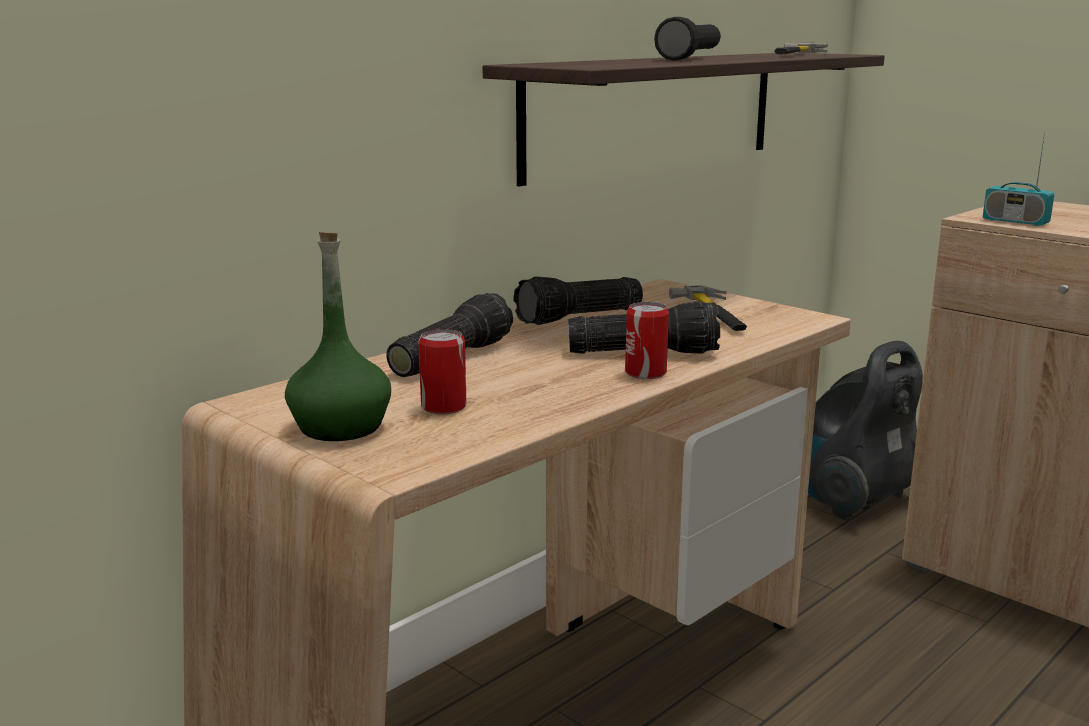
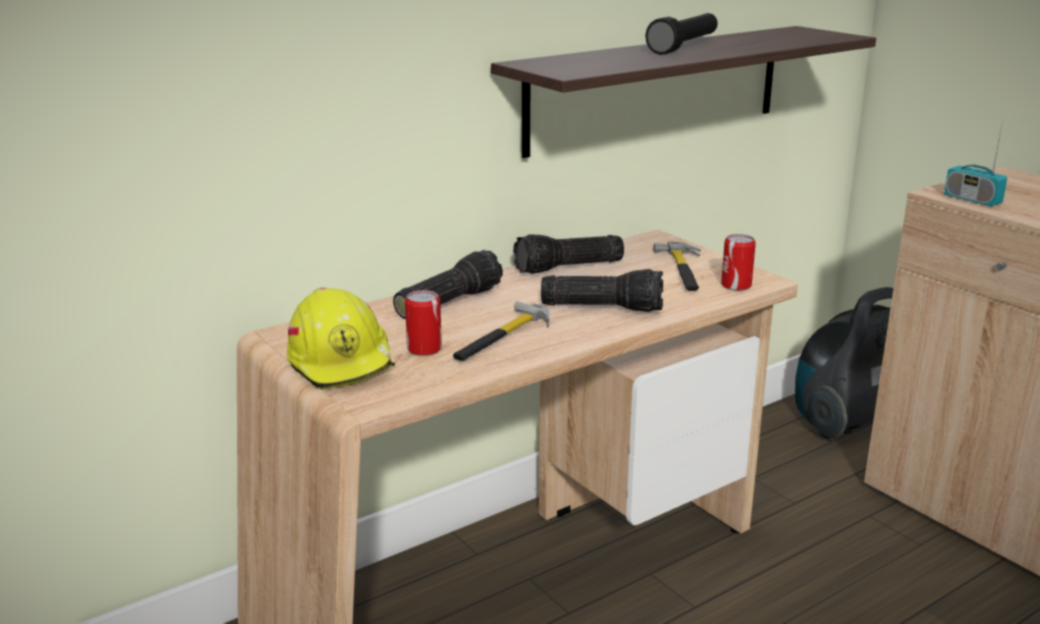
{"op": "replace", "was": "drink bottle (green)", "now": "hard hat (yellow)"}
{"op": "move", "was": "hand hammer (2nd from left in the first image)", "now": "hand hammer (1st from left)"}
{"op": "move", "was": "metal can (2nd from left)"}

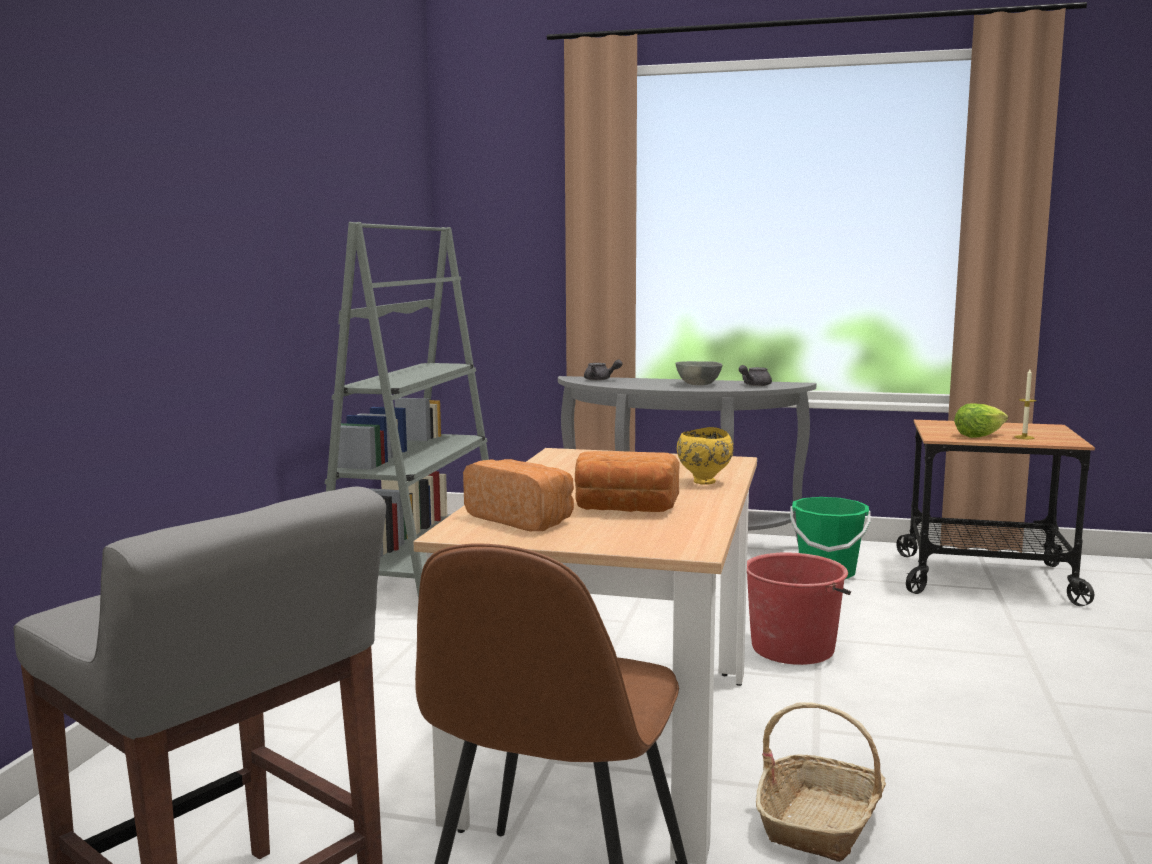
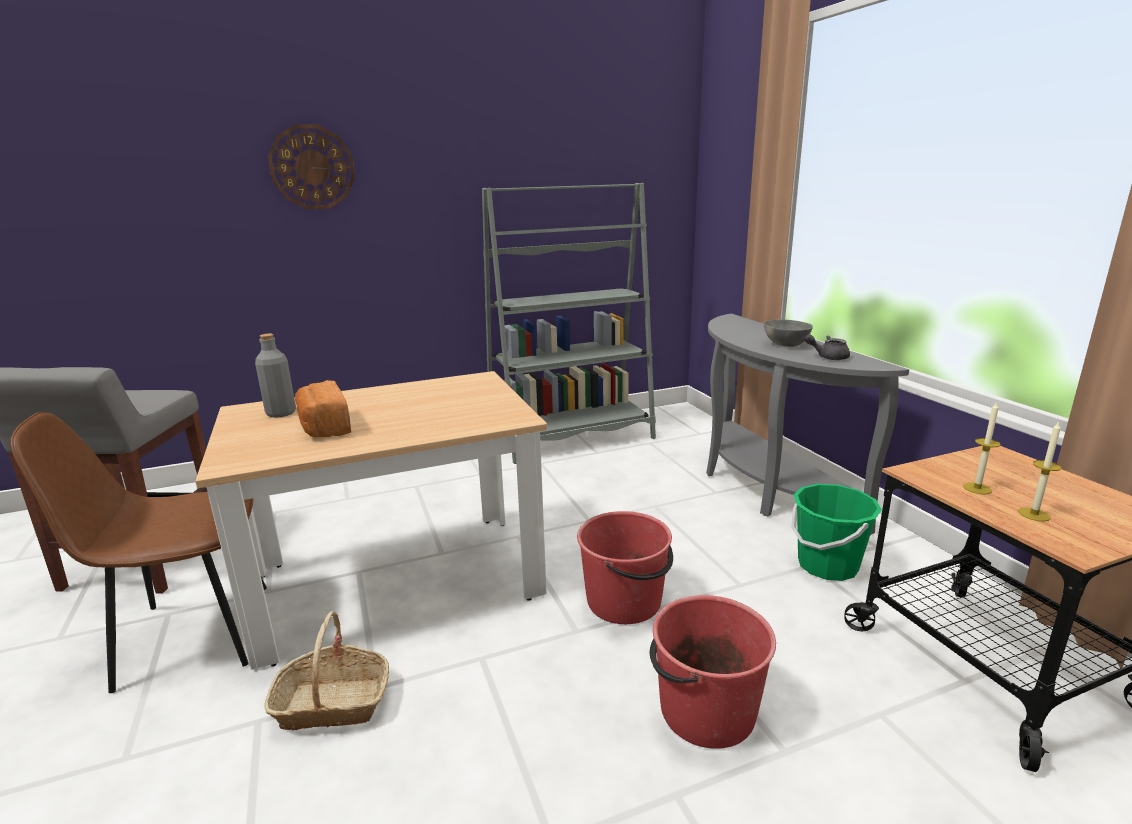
{"op": "replace", "was": "baked bread (1st from left)", "now": "drink bottle (grey)"}
{"op": "insert", "now": "hanging clock"}
{"op": "insert", "now": "bucket (red) (2nd from left)"}
{"op": "replace", "was": "lettuce head", "now": "wax candle (1st from left)"}
{"op": "delete", "was": "teapot (grey) (1st from left)"}
{"op": "delete", "was": "bowl (yellow)"}

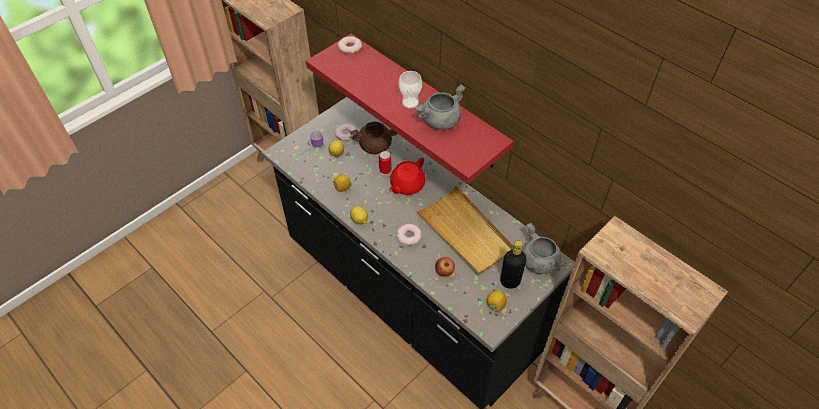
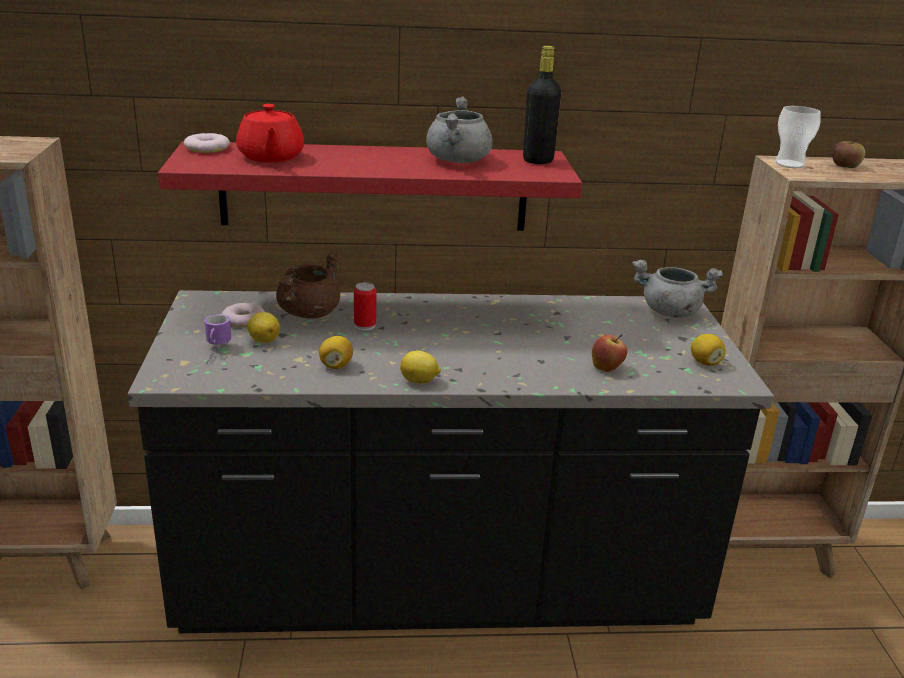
{"op": "move", "was": "teapot (red)"}
{"op": "move", "was": "drink bottle (black-coloured)"}
{"op": "move", "was": "cup"}
{"op": "insert", "now": "whole apple (2nd from left)"}
{"op": "delete", "was": "ring doughnut (3rd from left)"}
{"op": "delete", "was": "carrying tray (beige-coloured)"}

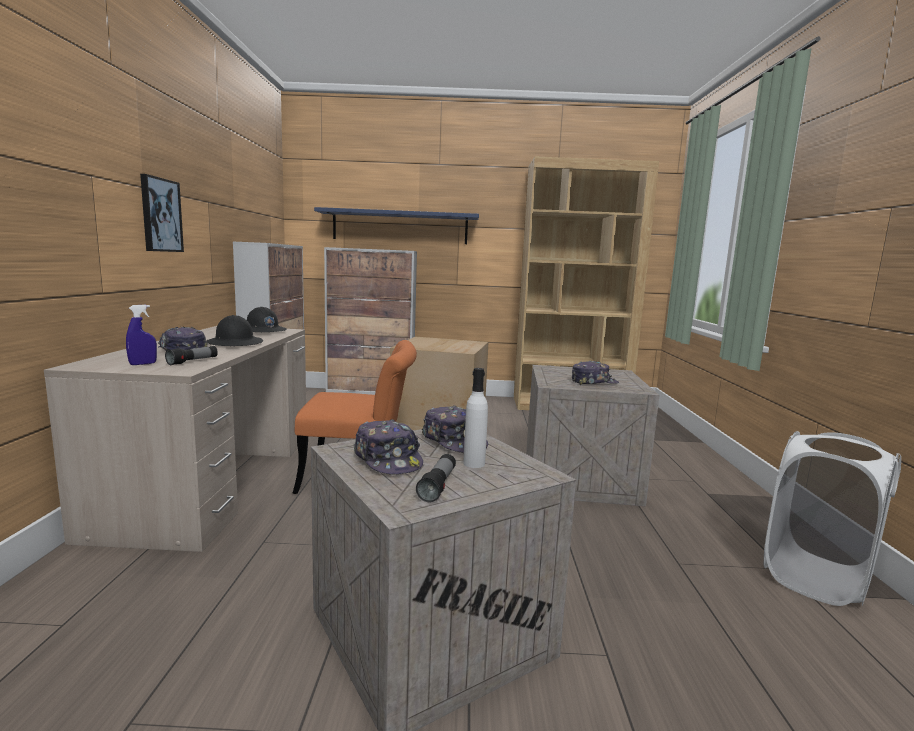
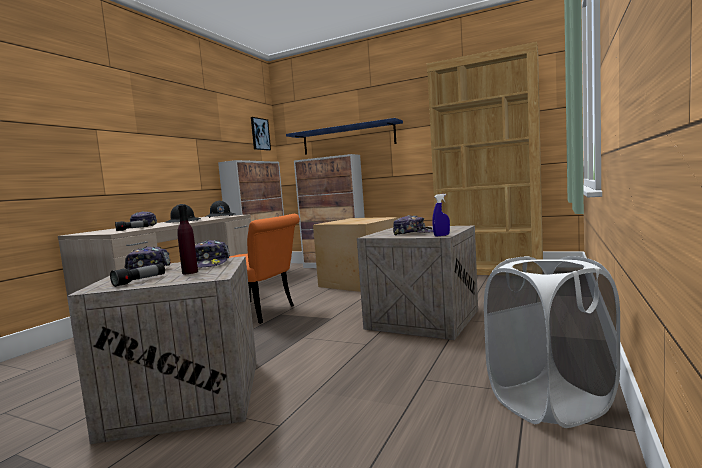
{"op": "recolor", "was": "drink bottle (white-coloured)", "now": "drink bottle (purple-coloured)"}
{"op": "move", "was": "wall picture"}
{"op": "move", "was": "spray bottle (blue)"}

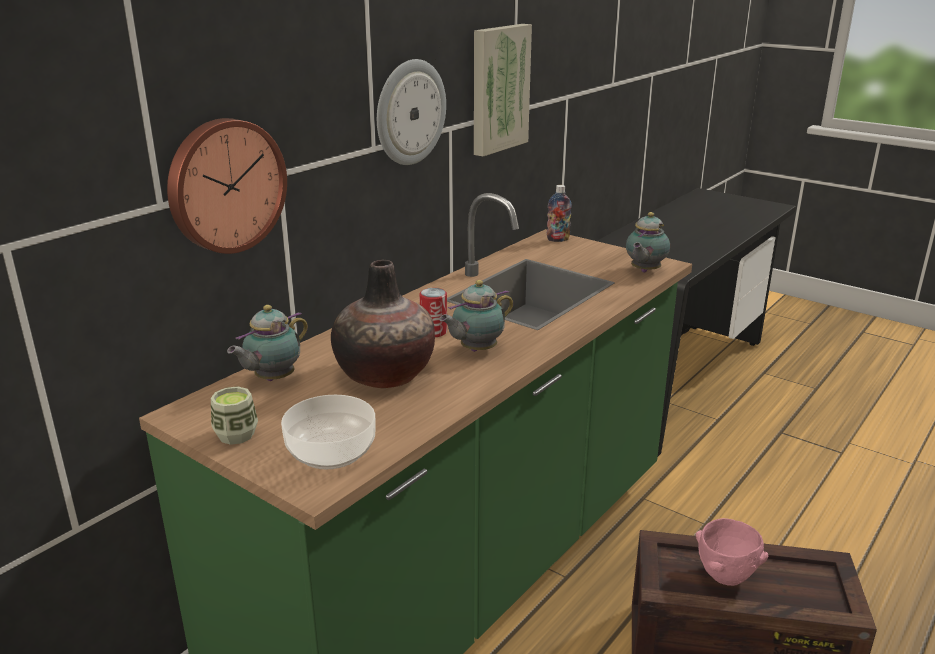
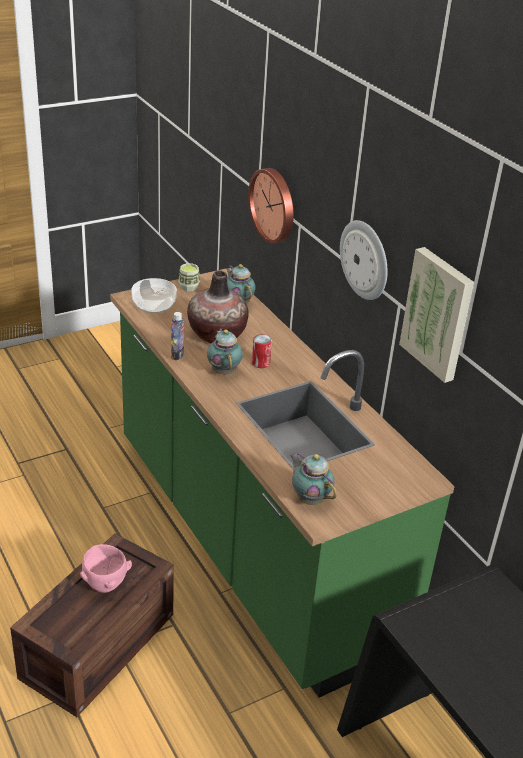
{"op": "move", "was": "drink bottle"}

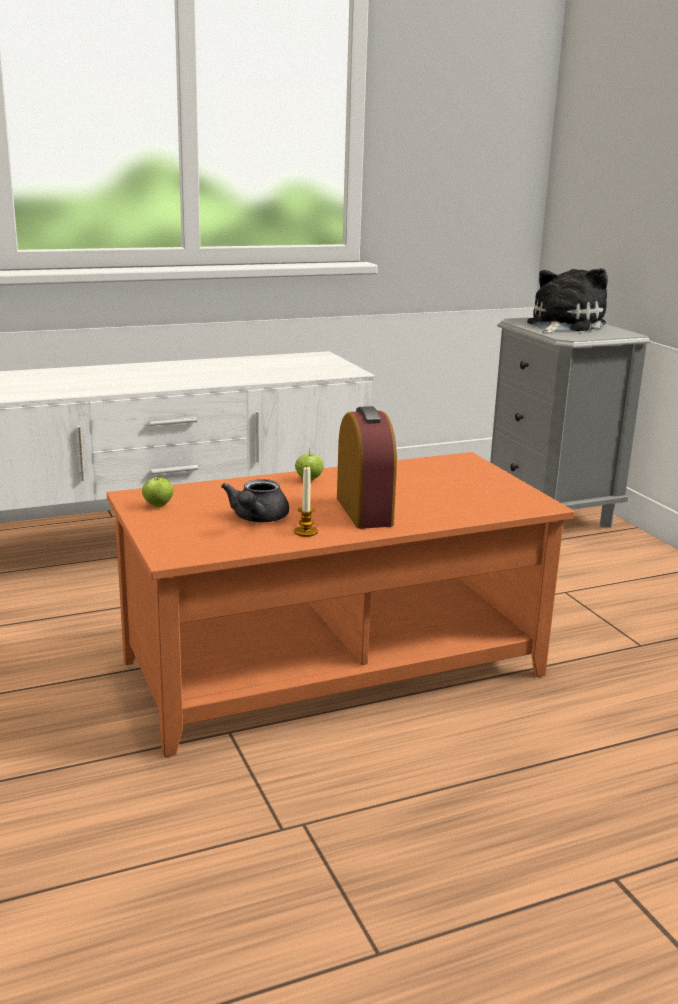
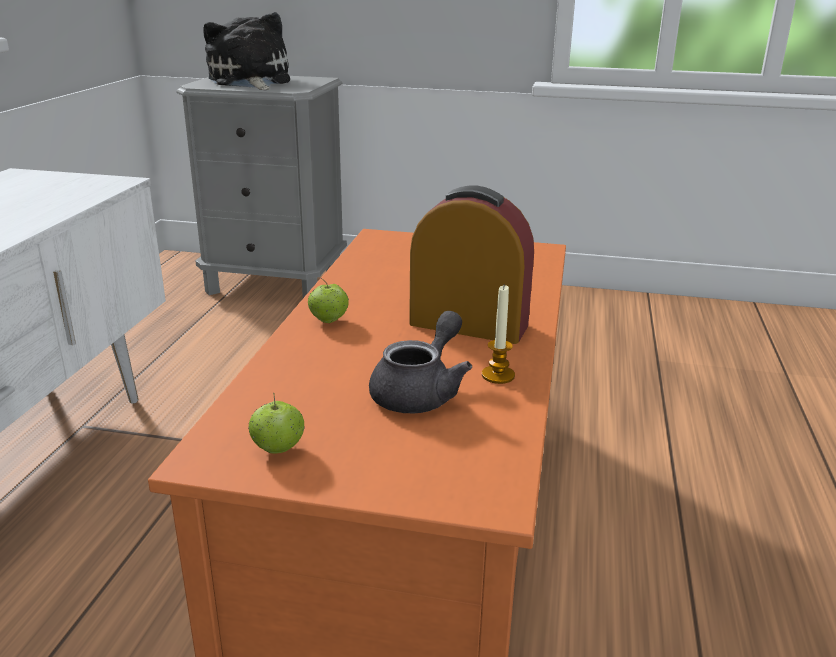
{"op": "rotate", "was": "teapot (grey)", "clockwise": -105}

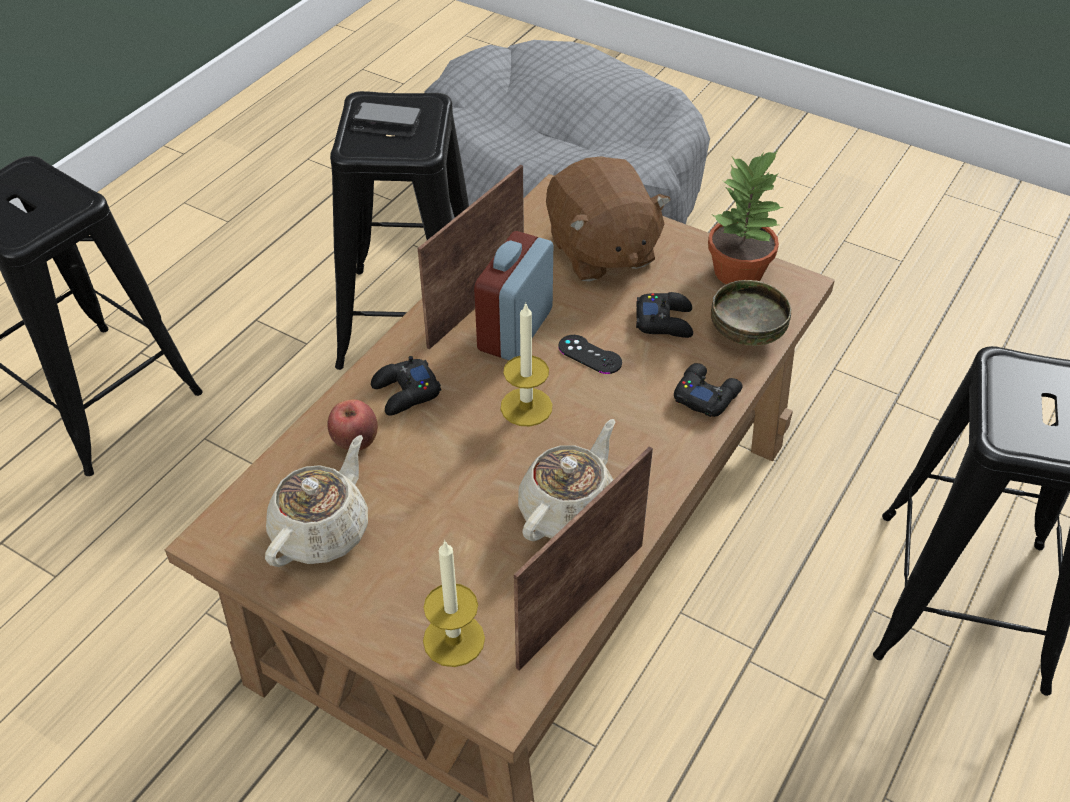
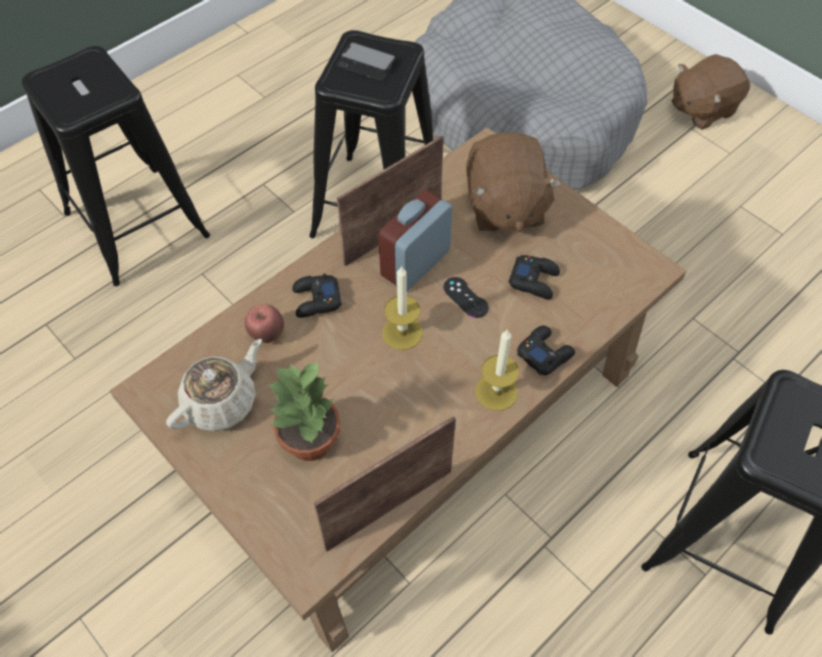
{"op": "move", "was": "houseplant"}
{"op": "move", "was": "wax candle (1st from left in the first image)", "now": "wax candle (2nd from left)"}
{"op": "insert", "now": "soft toy (brown) (2nd from left)"}
{"op": "delete", "was": "teapot (beige-coloured) (2nd from left)"}
{"op": "delete", "was": "bowl"}

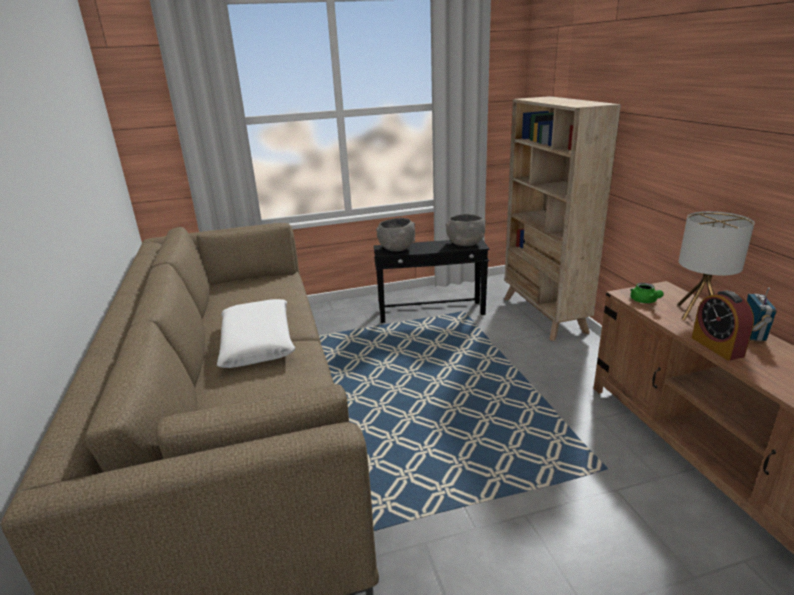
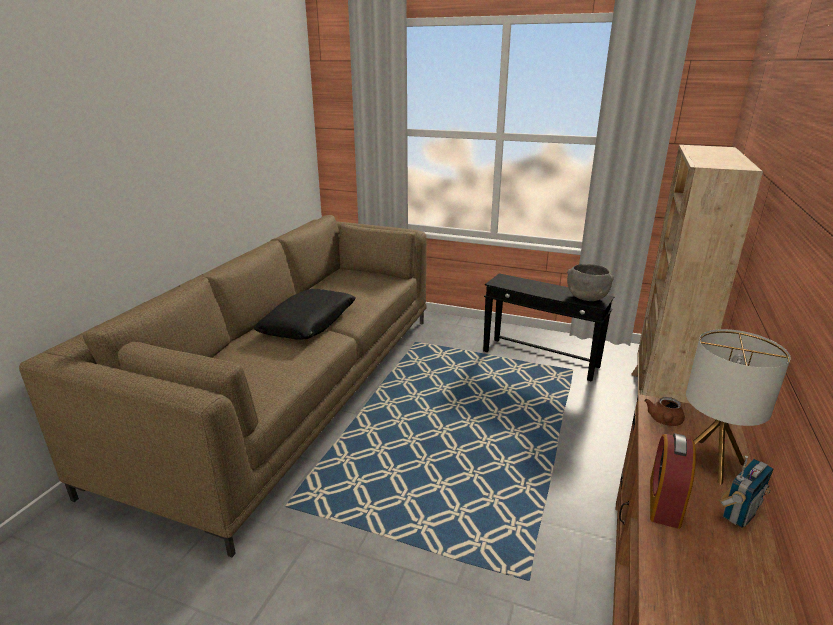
{"op": "recolor", "was": "cushion (white-coloured)", "now": "cushion (black-coloured)"}
{"op": "recolor", "was": "teapot (green)", "now": "teapot (brown)"}
{"op": "delete", "was": "bowl (grey) (1st from left)"}

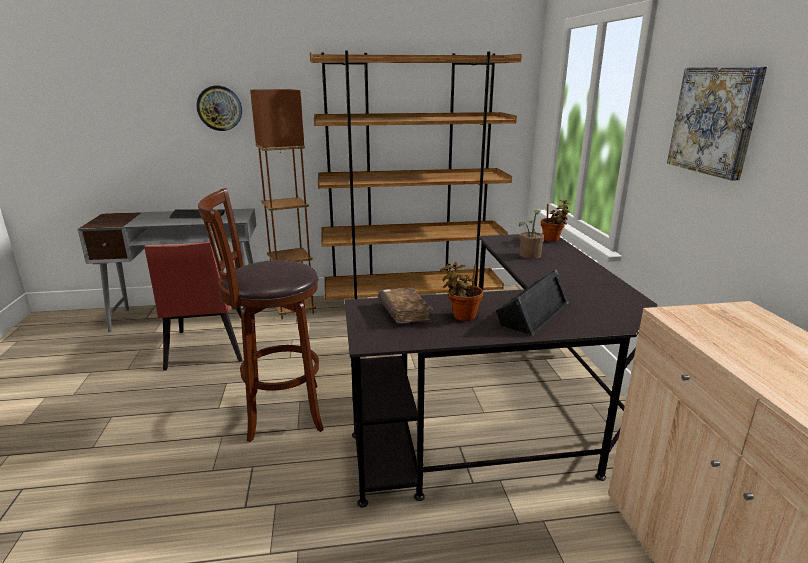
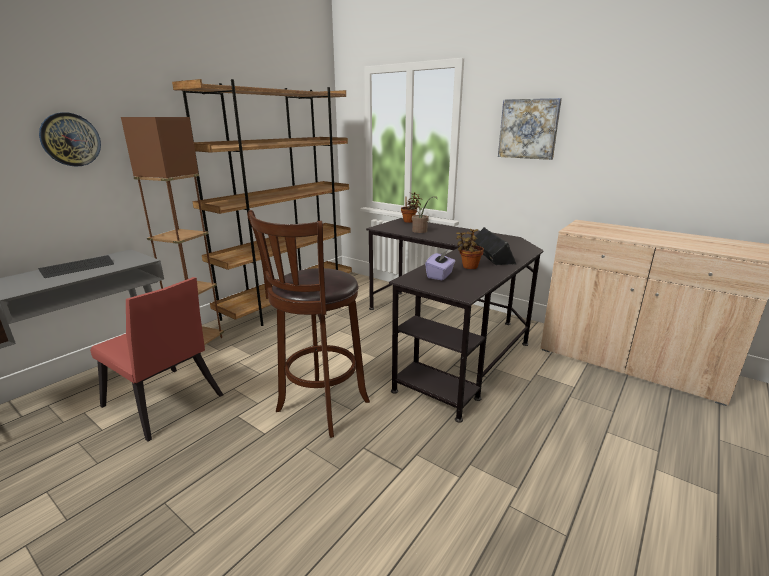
{"op": "replace", "was": "bound book (brown)", "now": "box of tissues (purple-coloured)"}

